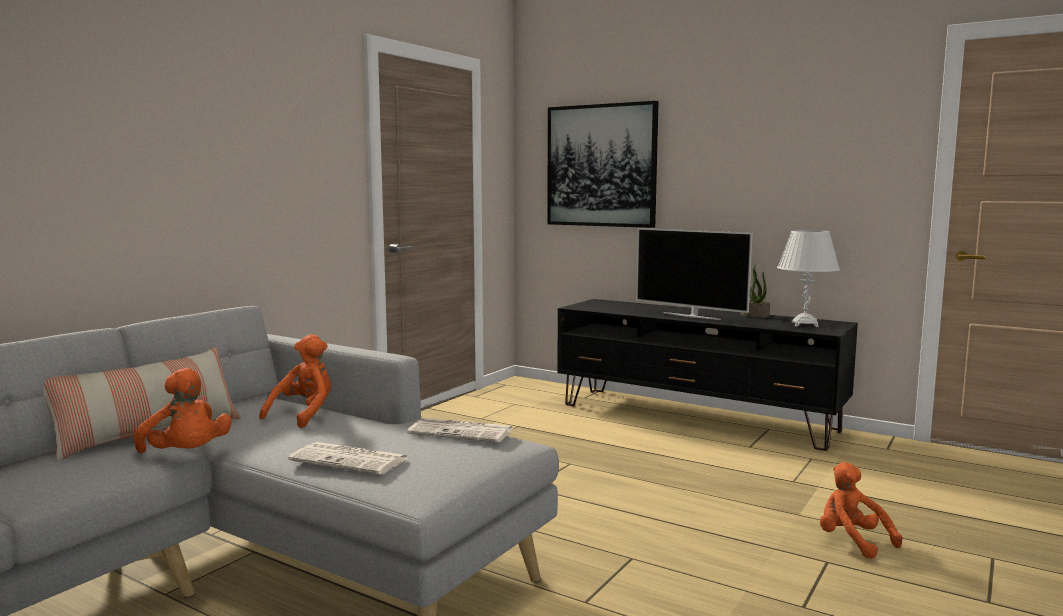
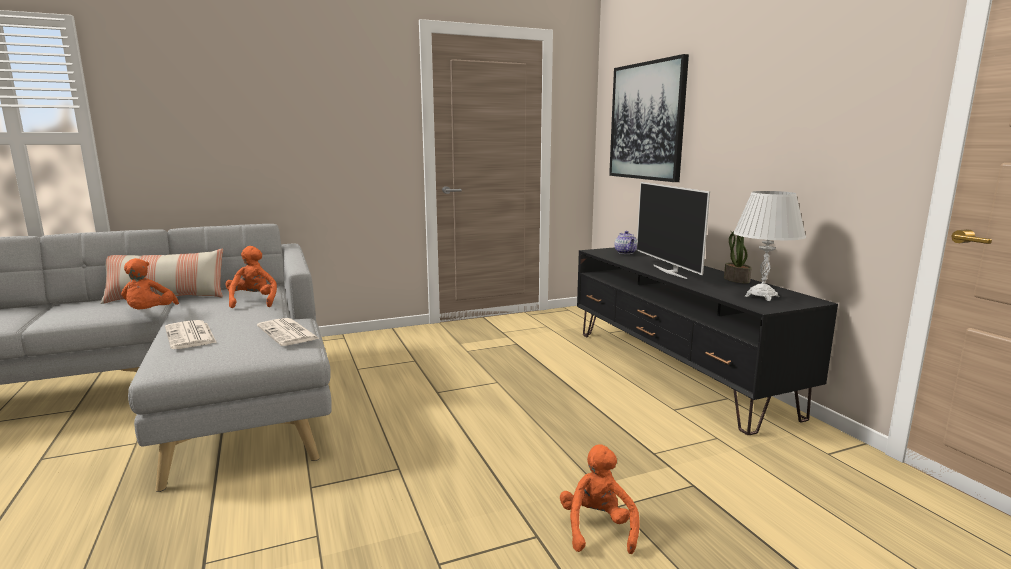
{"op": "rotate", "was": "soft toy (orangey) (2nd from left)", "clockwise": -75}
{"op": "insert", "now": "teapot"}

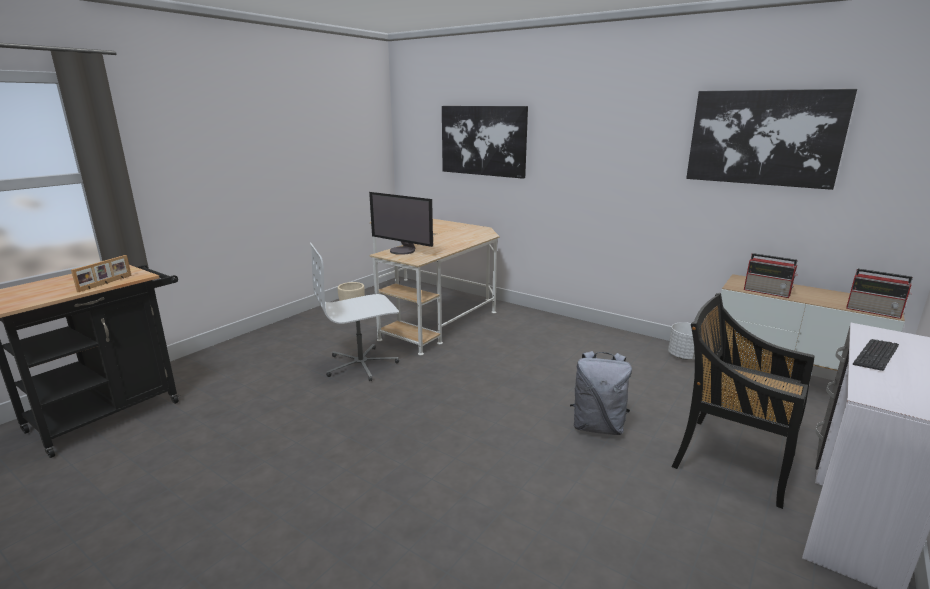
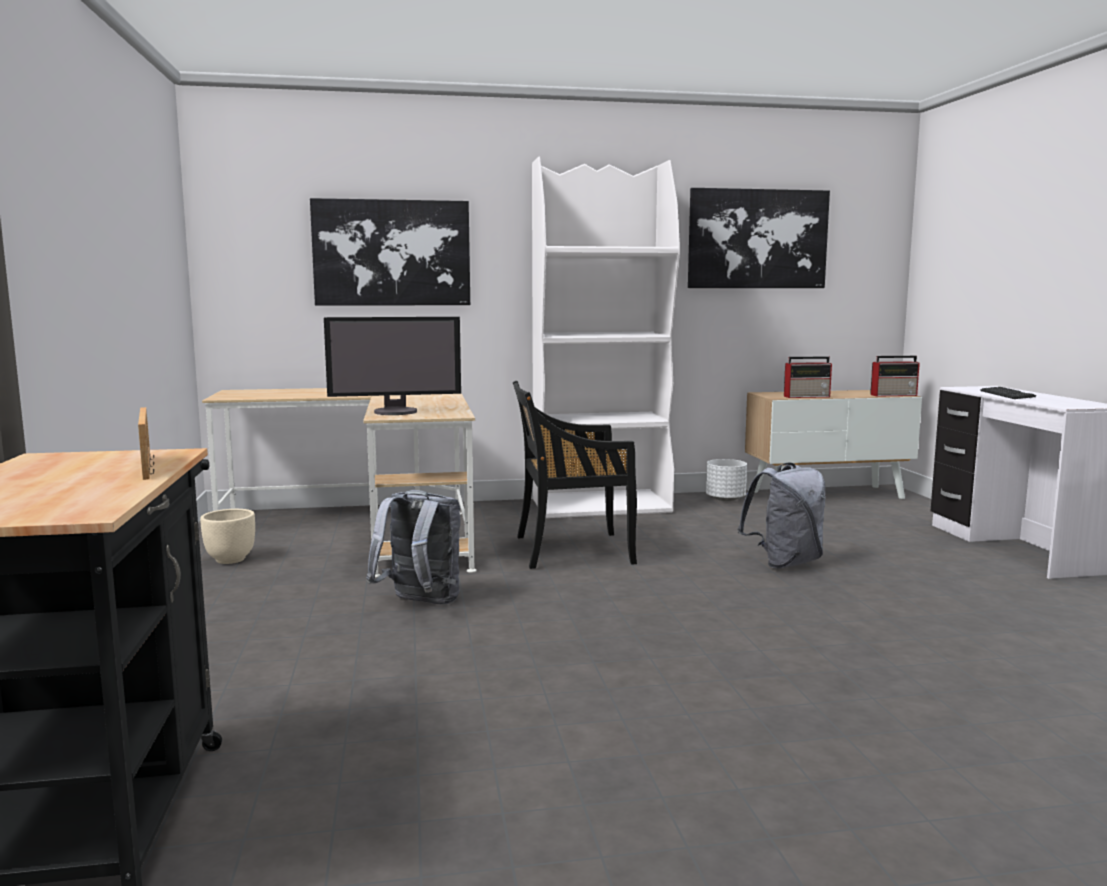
{"op": "replace", "was": "office chair (white-coloured)", "now": "knapsack (grey) (1st from left)"}
{"op": "move", "was": "plain chair (black-coloured)"}
{"op": "insert", "now": "bookshelf (white-coloured)"}

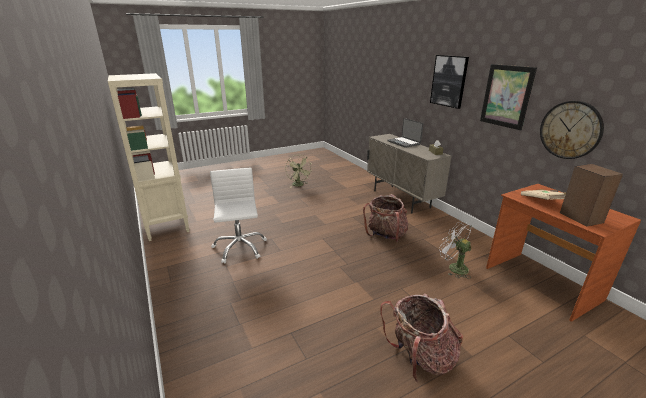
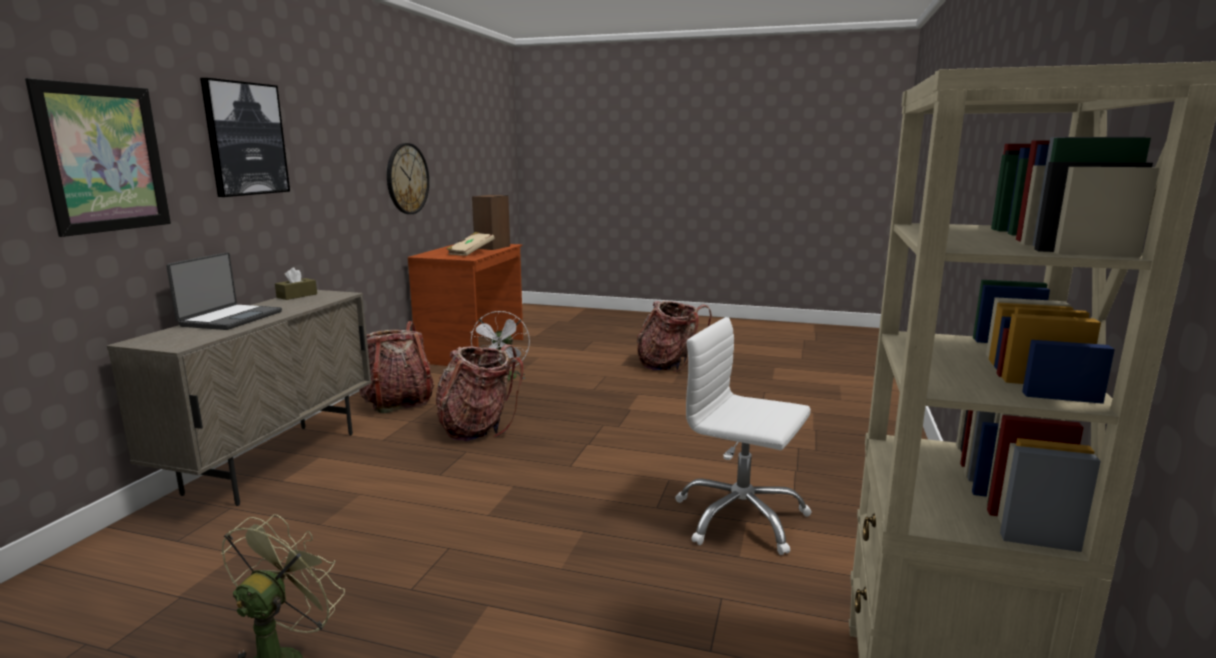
{"op": "move", "was": "wall picture (2nd from left in the first image)", "now": "wall picture (1st from left)"}
{"op": "insert", "now": "knapsack (1st from left)"}
{"op": "rotate", "was": "office chair (white-coloured)", "clockwise": 90}

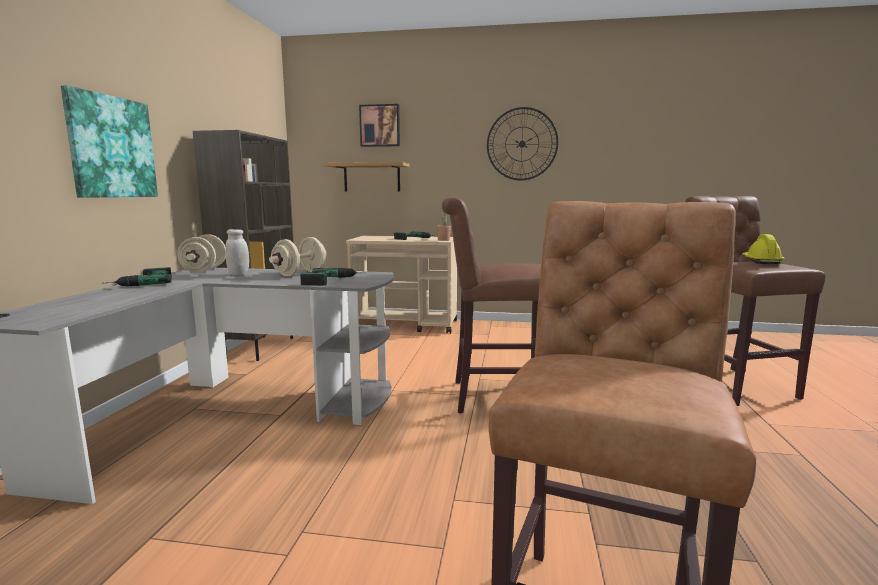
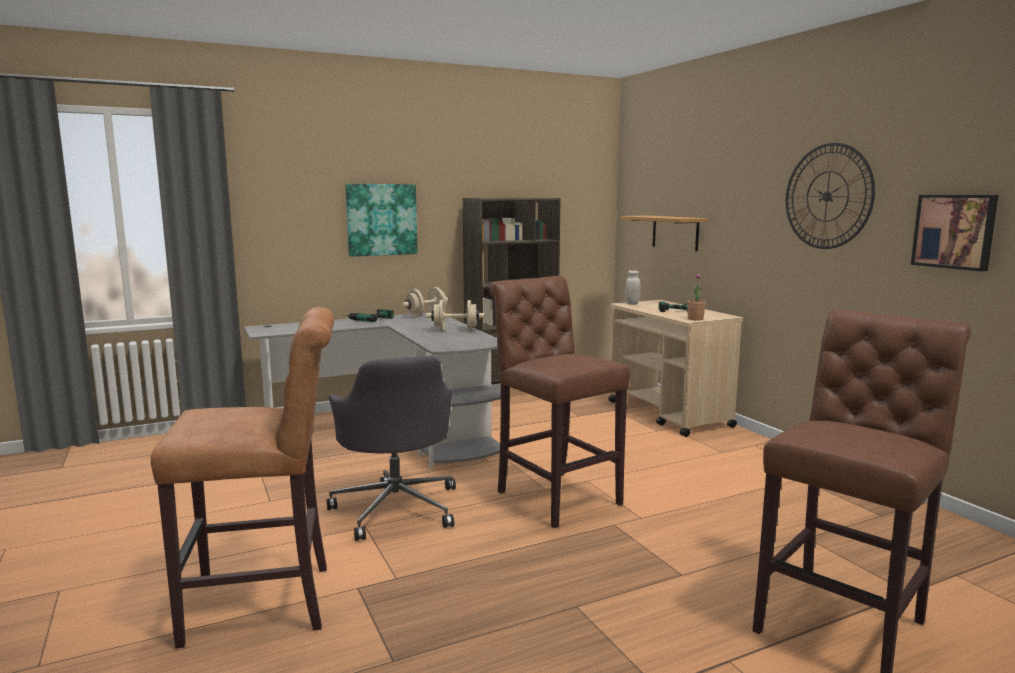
{"op": "insert", "now": "office chair (grey)"}
{"op": "move", "was": "preserve jar (white-coloured)"}
{"op": "move", "was": "wall picture (2nd from left)"}
{"op": "delete", "was": "drill (2nd from left)"}
{"op": "delete", "was": "hard hat (yellow)"}

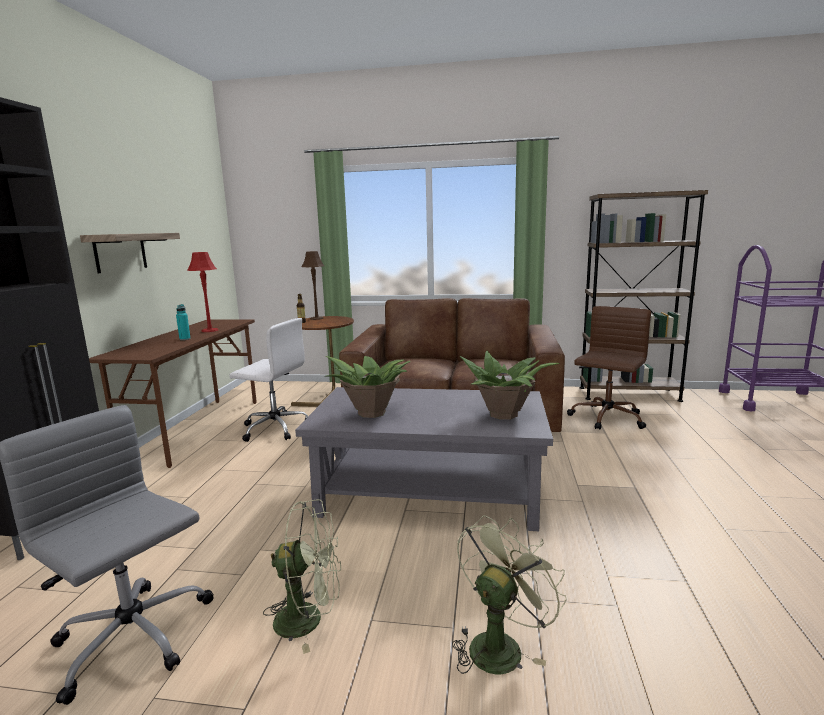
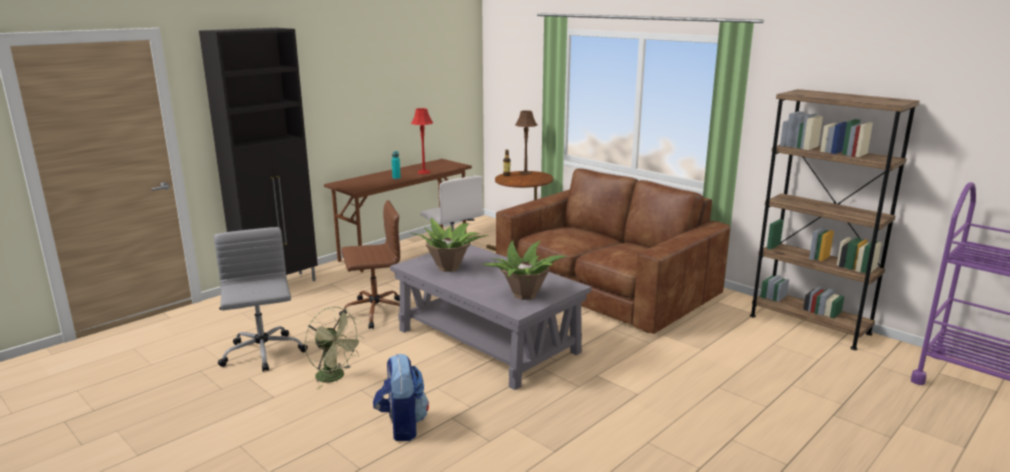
{"op": "move", "was": "office chair (brown)"}
{"op": "replace", "was": "electric fan (green) (2nd from left)", "now": "knapsack"}
{"op": "delete", "was": "wall shelf"}

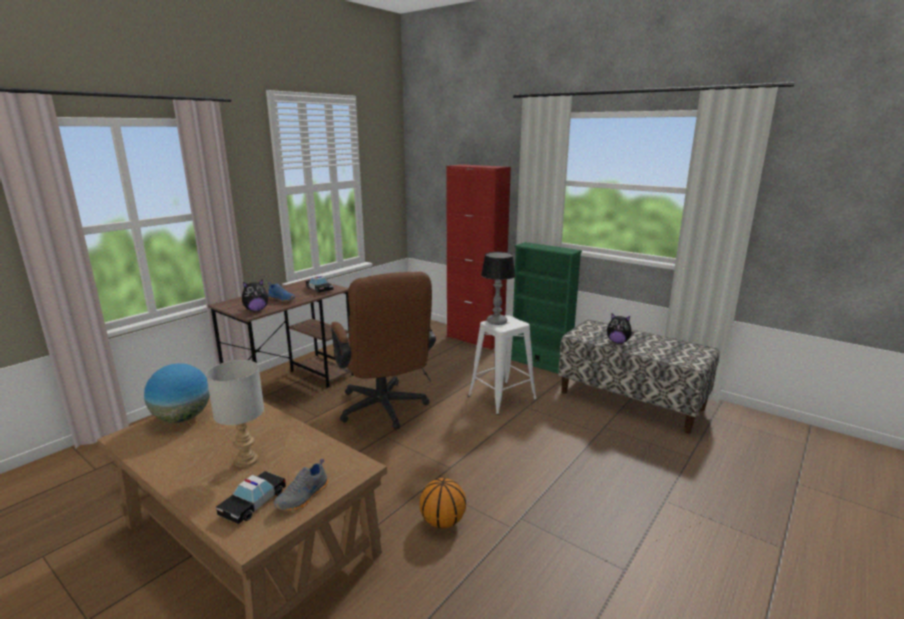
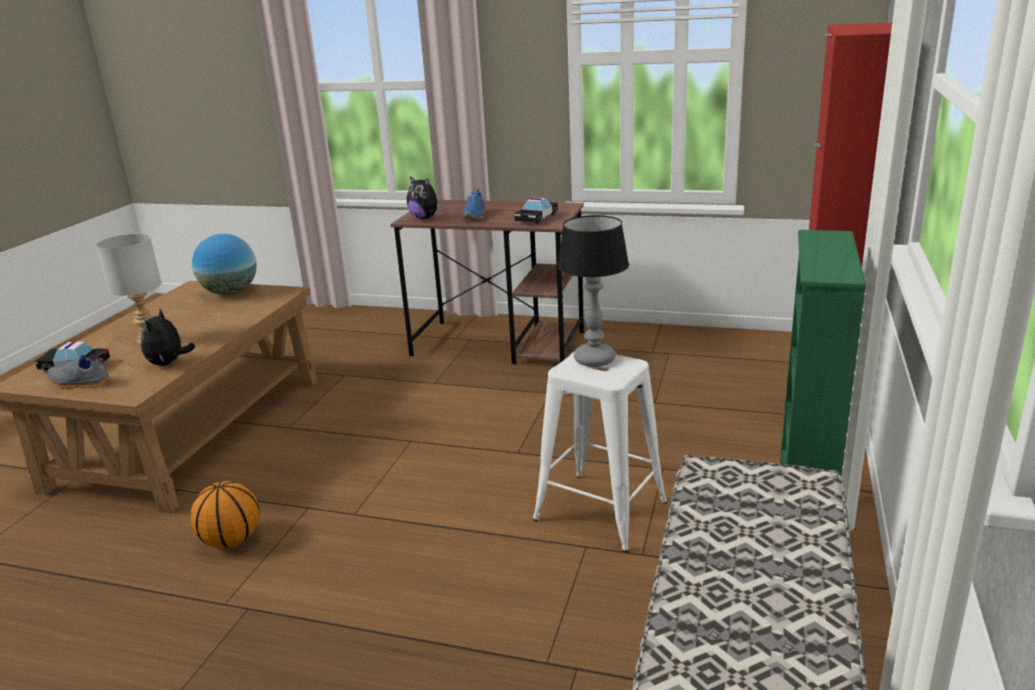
{"op": "move", "was": "soft toy (2nd from left in the first image)", "now": "soft toy (1st from left)"}
{"op": "delete", "was": "office chair (brown)"}

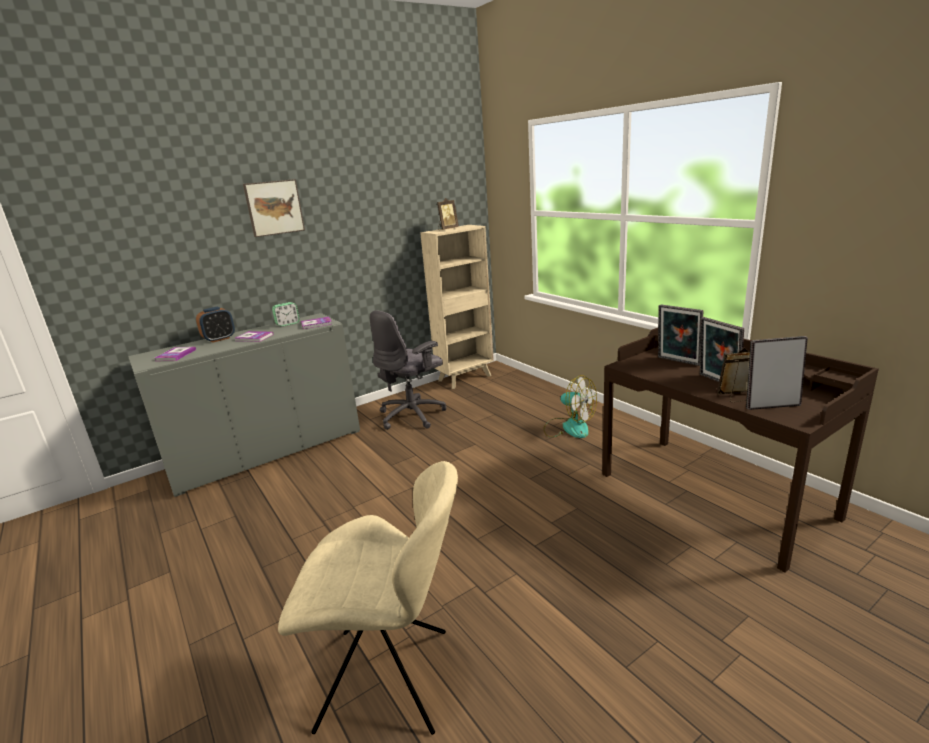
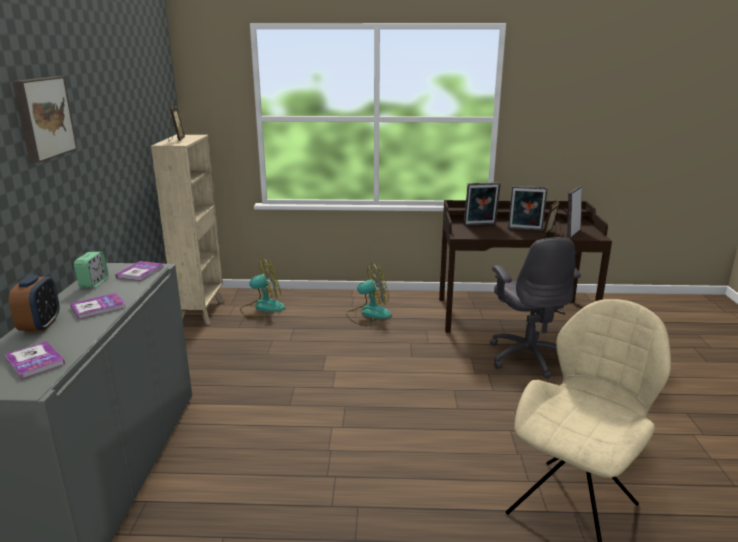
{"op": "insert", "now": "electric fan (1st from left)"}
{"op": "move", "was": "office chair (grey)"}

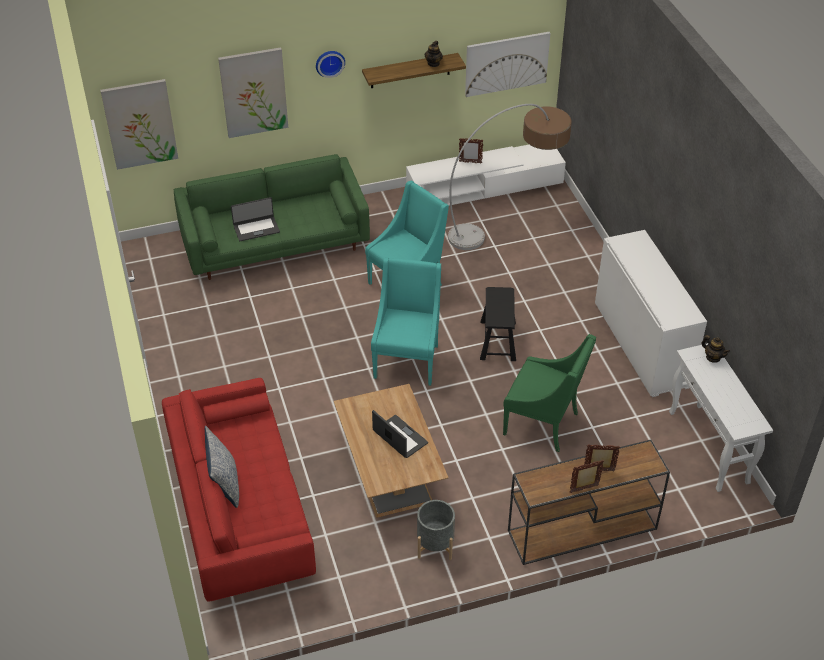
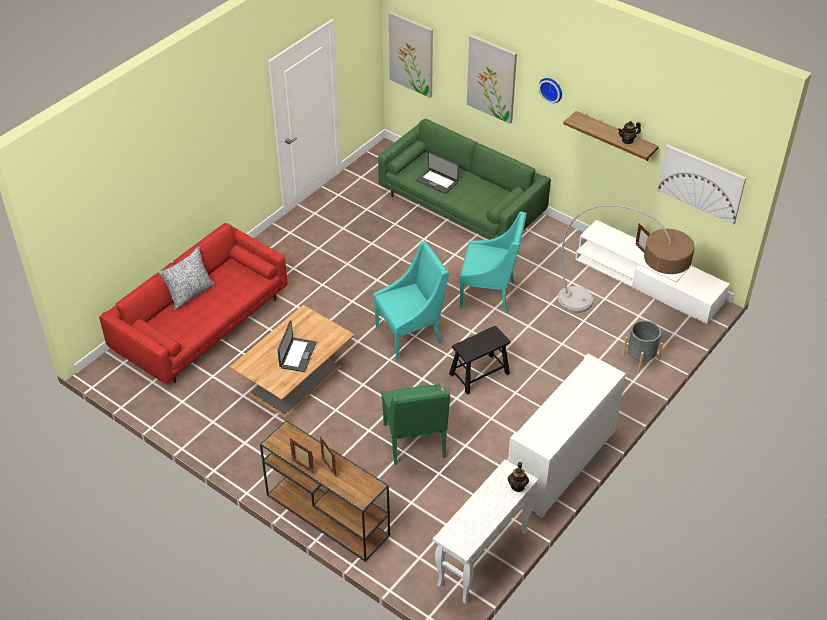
{"op": "move", "was": "flower pot (grey)"}

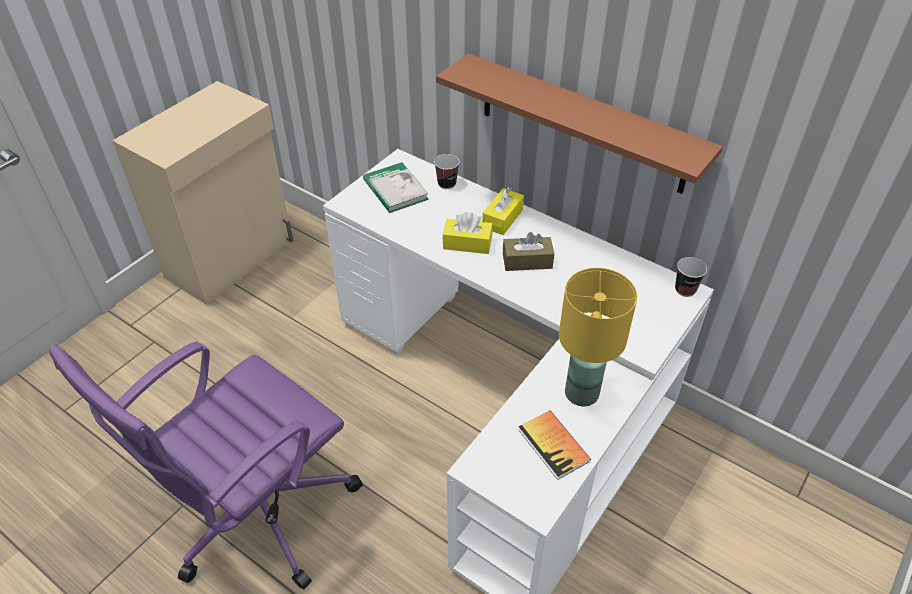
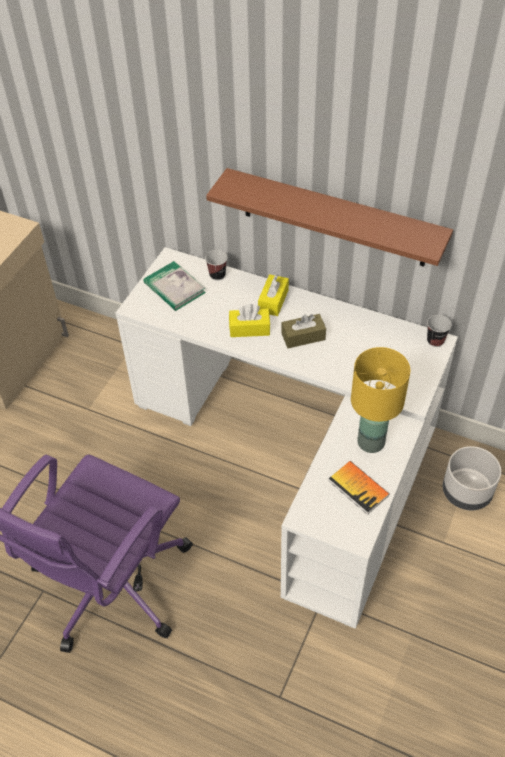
{"op": "insert", "now": "flower pot (grey)"}

